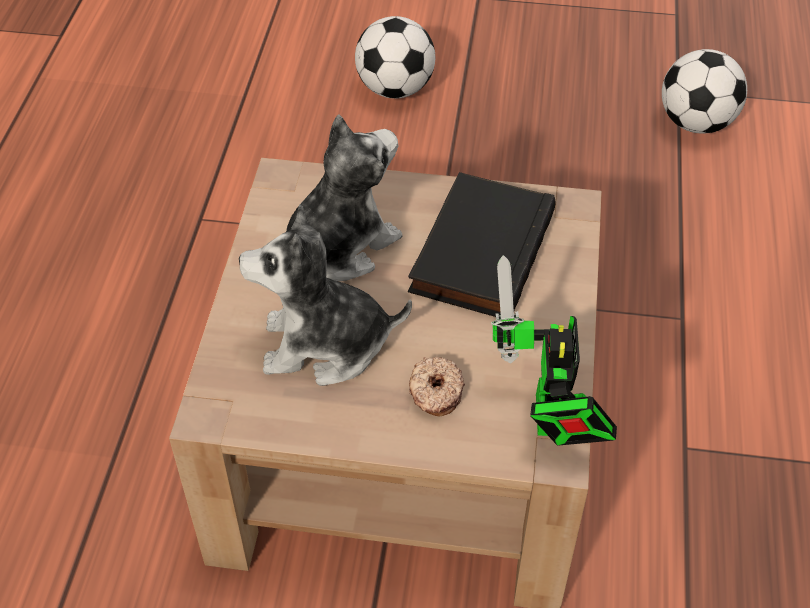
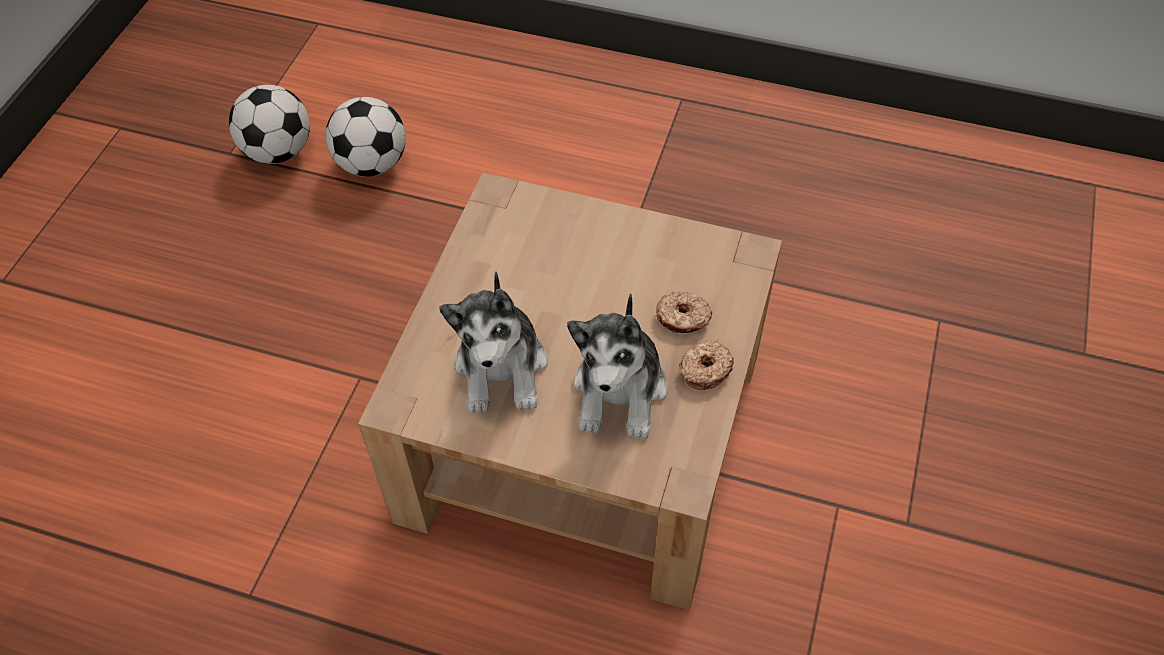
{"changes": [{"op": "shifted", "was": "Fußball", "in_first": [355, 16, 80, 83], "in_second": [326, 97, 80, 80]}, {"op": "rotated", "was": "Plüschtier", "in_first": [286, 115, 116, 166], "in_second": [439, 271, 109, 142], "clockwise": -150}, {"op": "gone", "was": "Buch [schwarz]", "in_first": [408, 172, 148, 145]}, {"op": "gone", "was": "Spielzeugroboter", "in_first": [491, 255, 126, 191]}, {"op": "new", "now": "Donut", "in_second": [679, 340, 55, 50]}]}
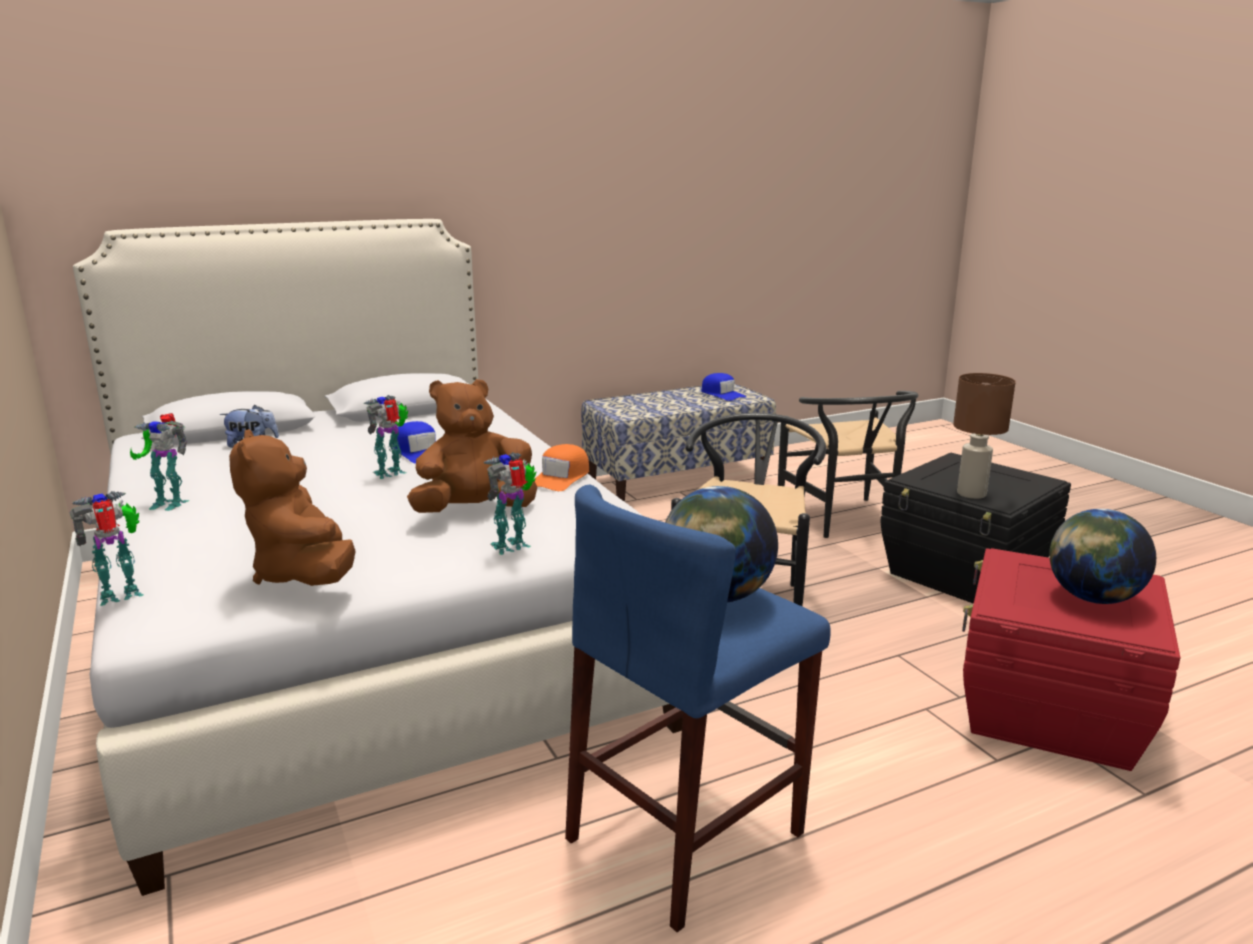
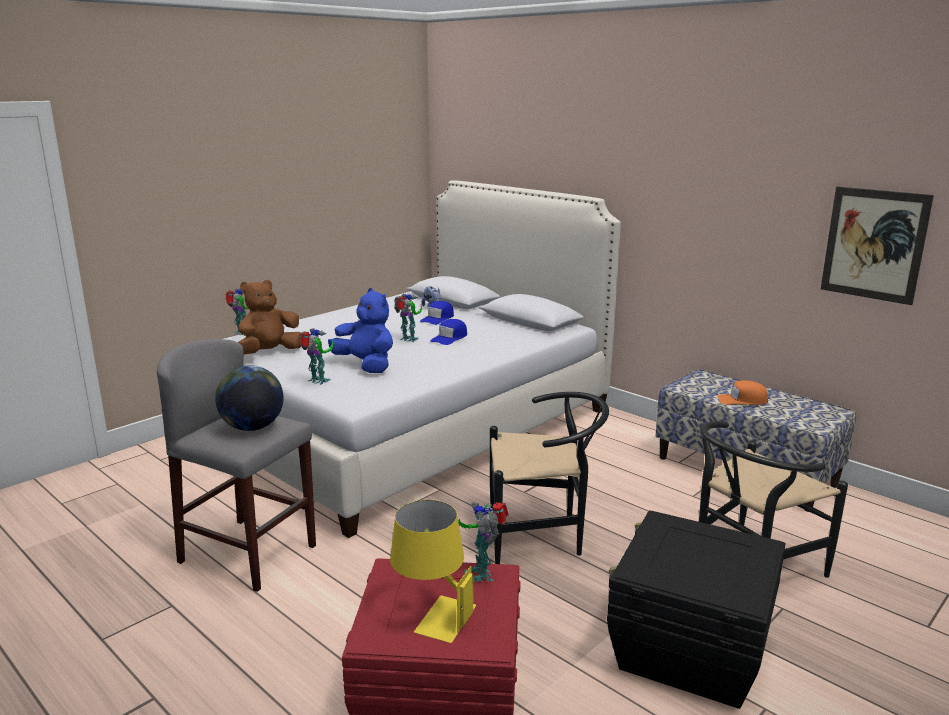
{"changes": [{"op": "shifted", "was": "Kappe [blau]", "in_first": [701, 373, 45, 28], "in_second": [420, 301, 34, 24]}, {"op": "gone", "was": "Tischlampe [braun]", "in_first": [953, 373, 63, 126]}, {"op": "repainted", "was": "Plüschtier [braun]", "now": "Plüschtier [blau]", "in_first": [407, 379, 130, 134], "in_second": [328, 288, 65, 85]}, {"op": "shifted", "was": "Spielzeugroboter", "in_first": [130, 413, 60, 98], "in_second": [458, 502, 51, 80]}, {"op": "shifted", "was": "Kappe [orange]", "in_first": [534, 444, 55, 47], "in_second": [717, 380, 51, 25]}, {"op": "repainted", "was": "Hocker [blau]", "now": "Hocker [grau]", "in_first": [565, 484, 266, 448], "in_second": [157, 339, 159, 253]}, {"op": "swapped", "was": "Globus", "now": "Tischlampe [gelb]", "in_first": [1049, 509, 107, 95], "in_second": [390, 500, 86, 143]}, {"op": "new", "now": "Bild", "in_second": [821, 186, 113, 119]}]}
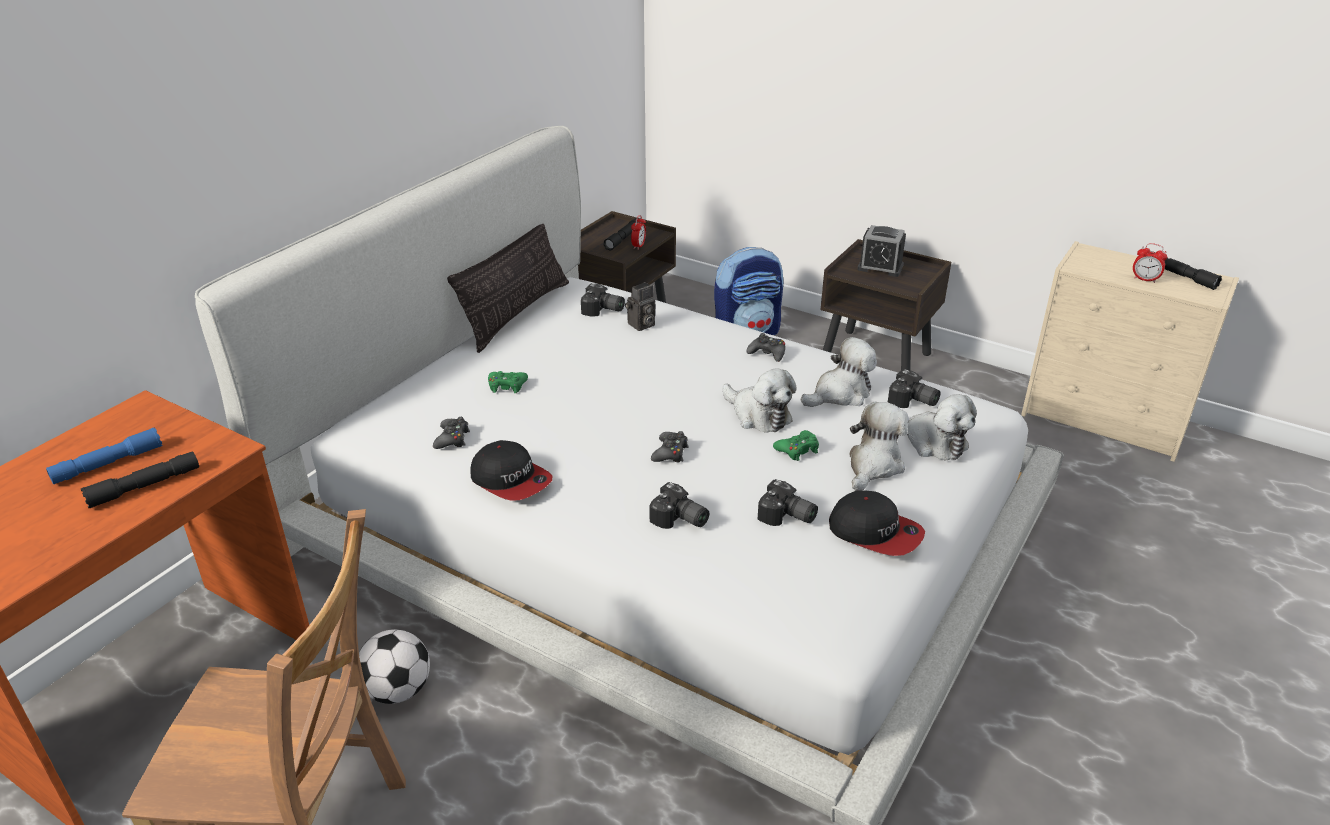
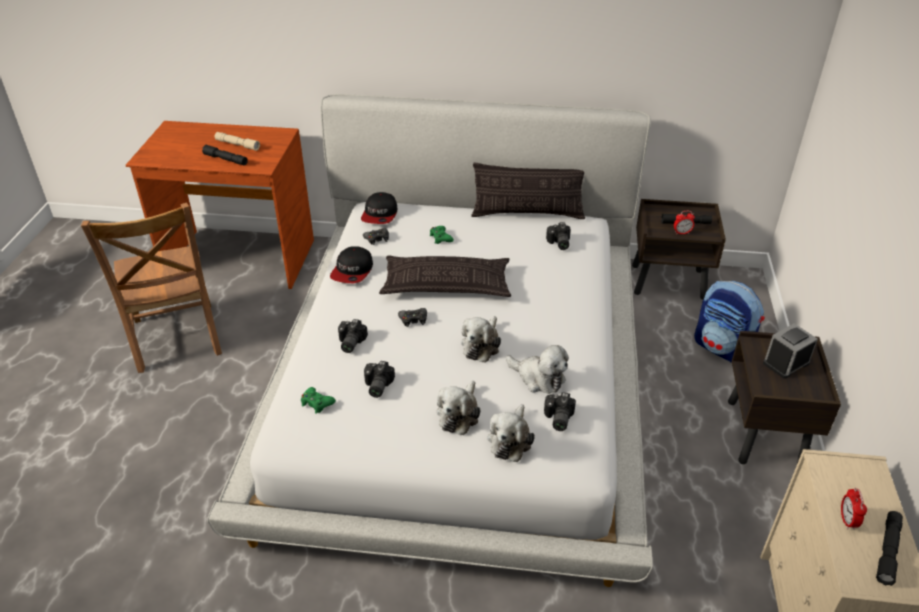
{"changes": [{"op": "rotated", "was": "Wecker", "in_first": [858, 225, 48, 52], "in_second": [763, 323, 55, 56], "clockwise": 60}, {"op": "gone", "was": "Kamera", "in_first": [625, 282, 30, 49]}, {"op": "gone", "was": "Gamepad [schwarz]", "in_first": [747, 333, 39, 29]}, {"op": "rotated", "was": "Plüschtier", "in_first": [849, 402, 60, 89], "in_second": [437, 381, 44, 54], "clockwise": 105}, {"op": "repainted", "was": "Taschenlampe [blau]", "now": "Taschenlampe [beige]", "in_first": [46, 428, 117, 56], "in_second": [215, 132, 45, 19]}, {"op": "shifted", "was": "Gamepad [grün]", "in_first": [773, 430, 46, 31], "in_second": [301, 387, 35, 27]}, {"op": "shifted", "was": "Kappe", "in_first": [829, 490, 96, 66], "in_second": [361, 192, 36, 32]}, {"op": "gone", "was": "Fußball", "in_first": [359, 629, 71, 75]}, {"op": "new", "now": "Kissen", "in_second": [379, 255, 133, 42]}]}
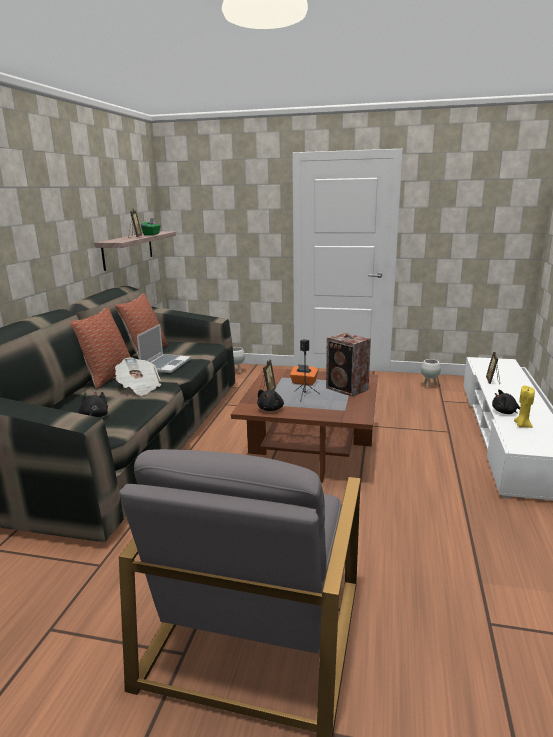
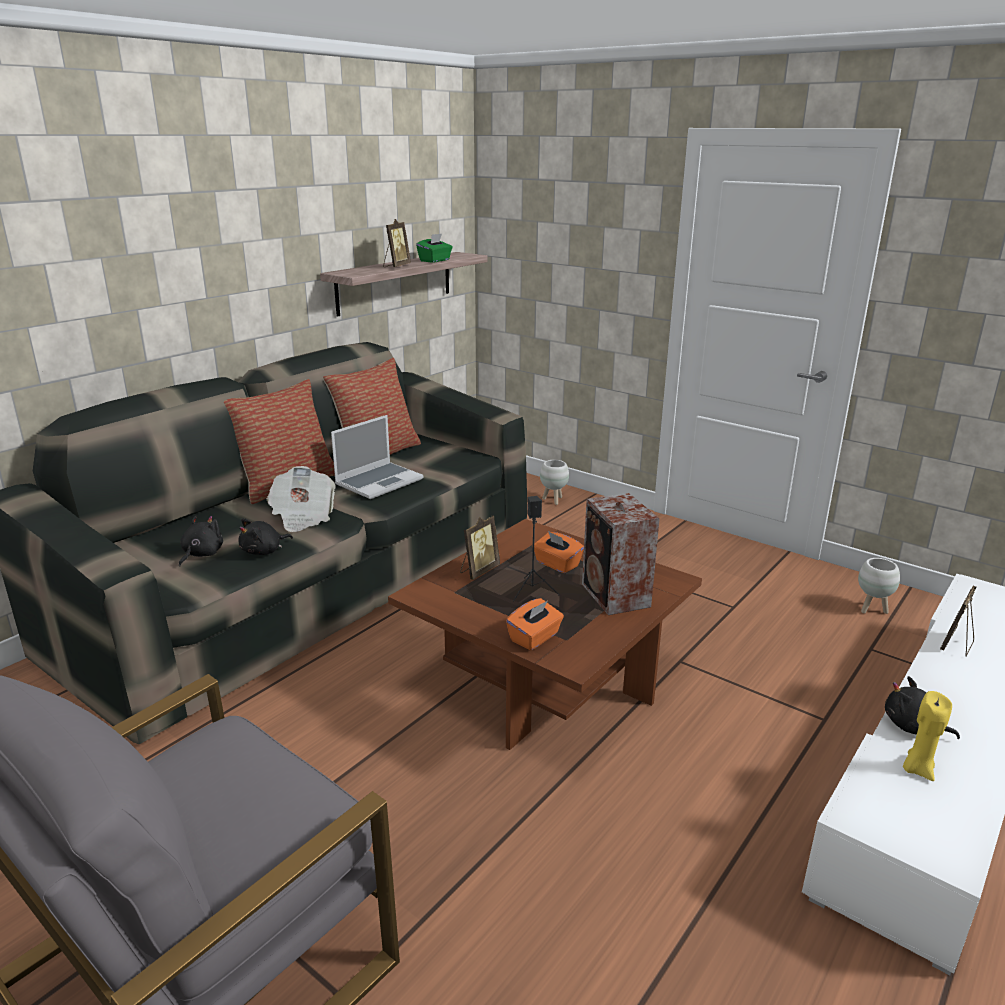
{"changes": [{"op": "shifted", "was": "Plüschtier [schwarz]", "in_first": [257, 389, 27, 22], "in_second": [238, 518, 55, 37]}, {"op": "new", "now": "Taschentuchbox [orange]", "in_second": [506, 598, 58, 52]}]}
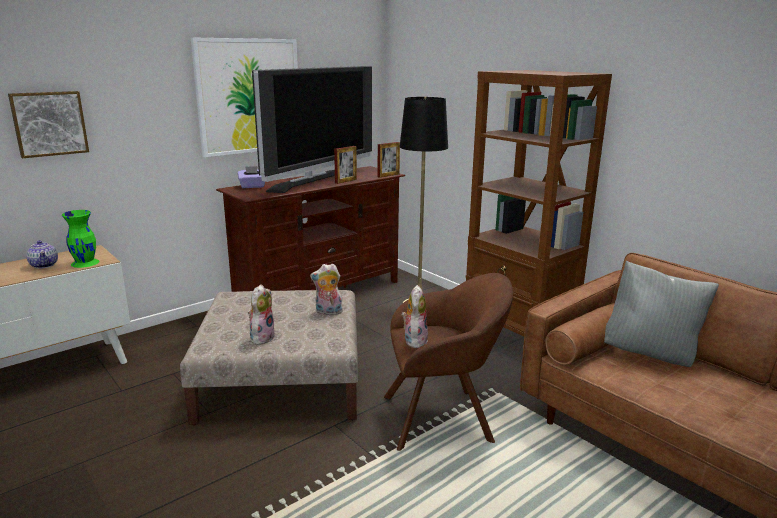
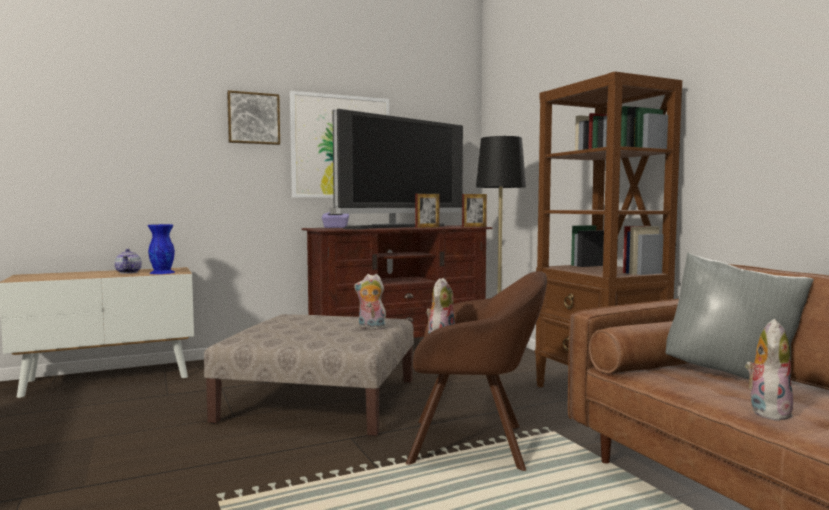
{"changes": [{"op": "shifted", "was": "Bild", "in_first": [8, 91, 81, 67], "in_second": [227, 90, 53, 55]}, {"op": "repainted", "was": "Vase [grün]", "now": "Vase [blau]", "in_first": [62, 210, 37, 58], "in_second": [148, 224, 27, 50]}, {"op": "shifted", "was": "Plüschtier", "in_first": [248, 284, 28, 61], "in_second": [745, 319, 48, 102]}]}
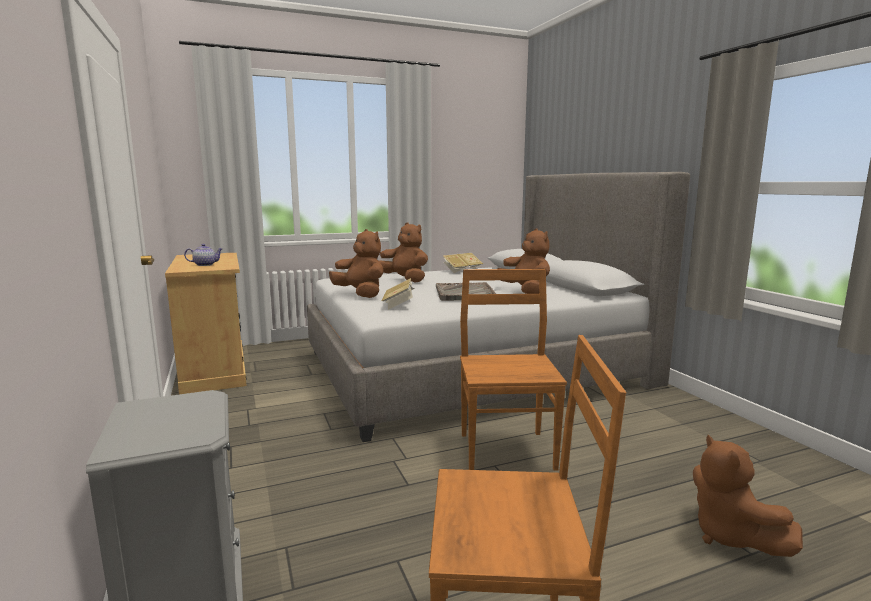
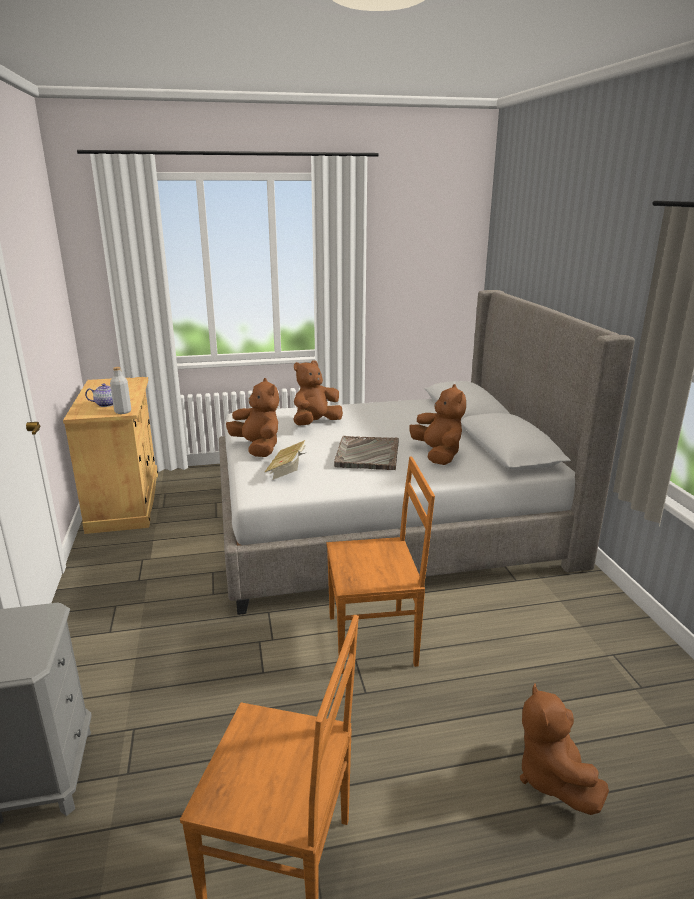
{"changes": [{"op": "rotated", "was": "Plüschtier [braun]", "in_first": [378, 222, 50, 60], "in_second": [293, 360, 50, 66], "clockwise": -90}, {"op": "gone", "was": "Buch", "in_first": [443, 253, 40, 20]}, {"op": "rotated", "was": "Stuhl [braun]", "in_first": [460, 269, 107, 202], "in_second": [326, 457, 109, 217], "clockwise": 75}, {"op": "new", "now": "Flasche [grau]", "in_second": [110, 367, 21, 47]}]}
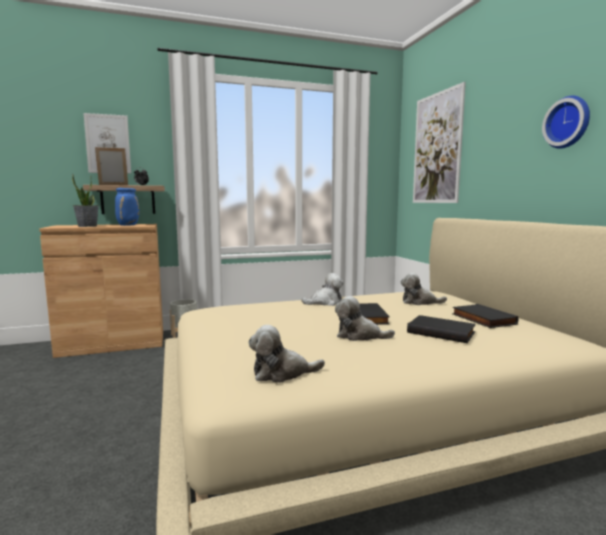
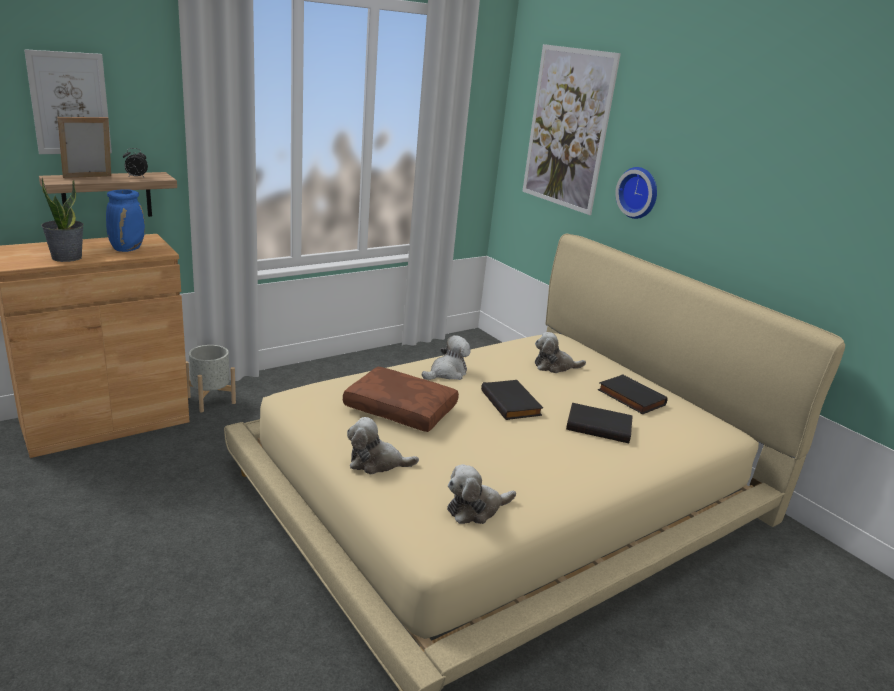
{"changes": [{"op": "shifted", "was": "Wanduhr", "in_first": [542, 96, 48, 53], "in_second": [615, 167, 42, 52]}, {"op": "shifted", "was": "Plüschtier", "in_first": [335, 296, 60, 45], "in_second": [347, 417, 72, 57]}, {"op": "new", "now": "Kissen [braun]", "in_second": [343, 367, 116, 65]}]}
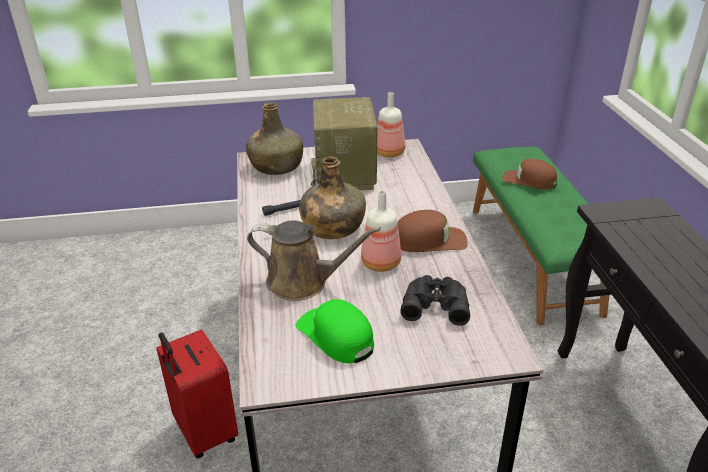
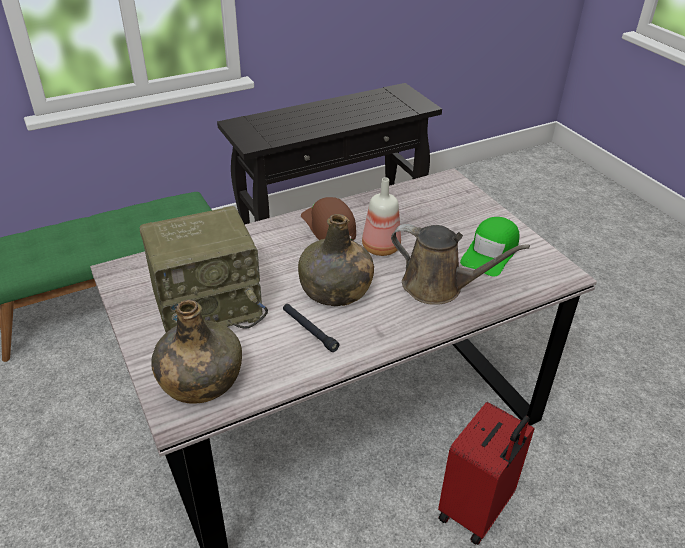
{"changes": [{"op": "gone", "was": "Flasche", "in_first": [377, 92, 28, 65]}, {"op": "gone", "was": "Kappe [braun]", "in_first": [502, 159, 55, 30]}, {"op": "rotated", "was": "Gießkanne [braun]", "in_first": [247, 220, 134, 81], "in_second": [391, 224, 139, 81], "clockwise": 120}, {"op": "gone", "was": "Fernglas [schwarz]", "in_first": [400, 275, 70, 51]}]}
